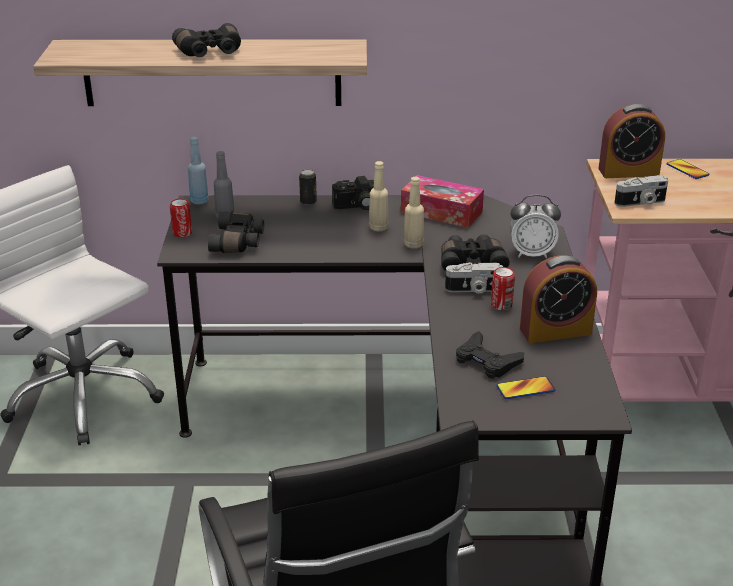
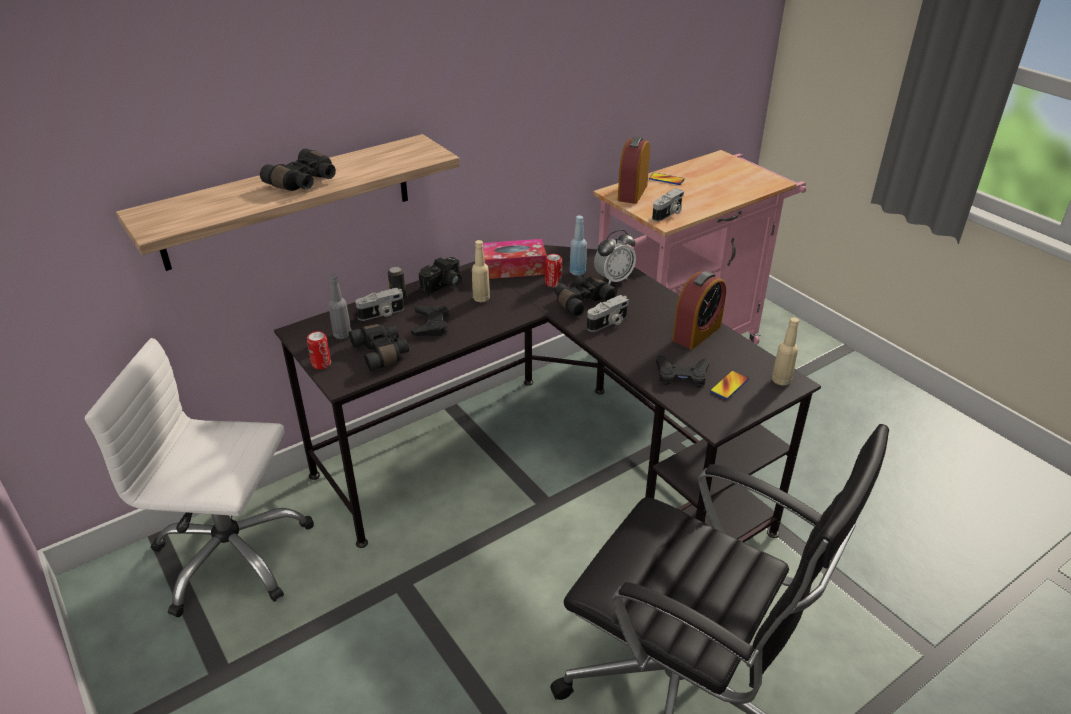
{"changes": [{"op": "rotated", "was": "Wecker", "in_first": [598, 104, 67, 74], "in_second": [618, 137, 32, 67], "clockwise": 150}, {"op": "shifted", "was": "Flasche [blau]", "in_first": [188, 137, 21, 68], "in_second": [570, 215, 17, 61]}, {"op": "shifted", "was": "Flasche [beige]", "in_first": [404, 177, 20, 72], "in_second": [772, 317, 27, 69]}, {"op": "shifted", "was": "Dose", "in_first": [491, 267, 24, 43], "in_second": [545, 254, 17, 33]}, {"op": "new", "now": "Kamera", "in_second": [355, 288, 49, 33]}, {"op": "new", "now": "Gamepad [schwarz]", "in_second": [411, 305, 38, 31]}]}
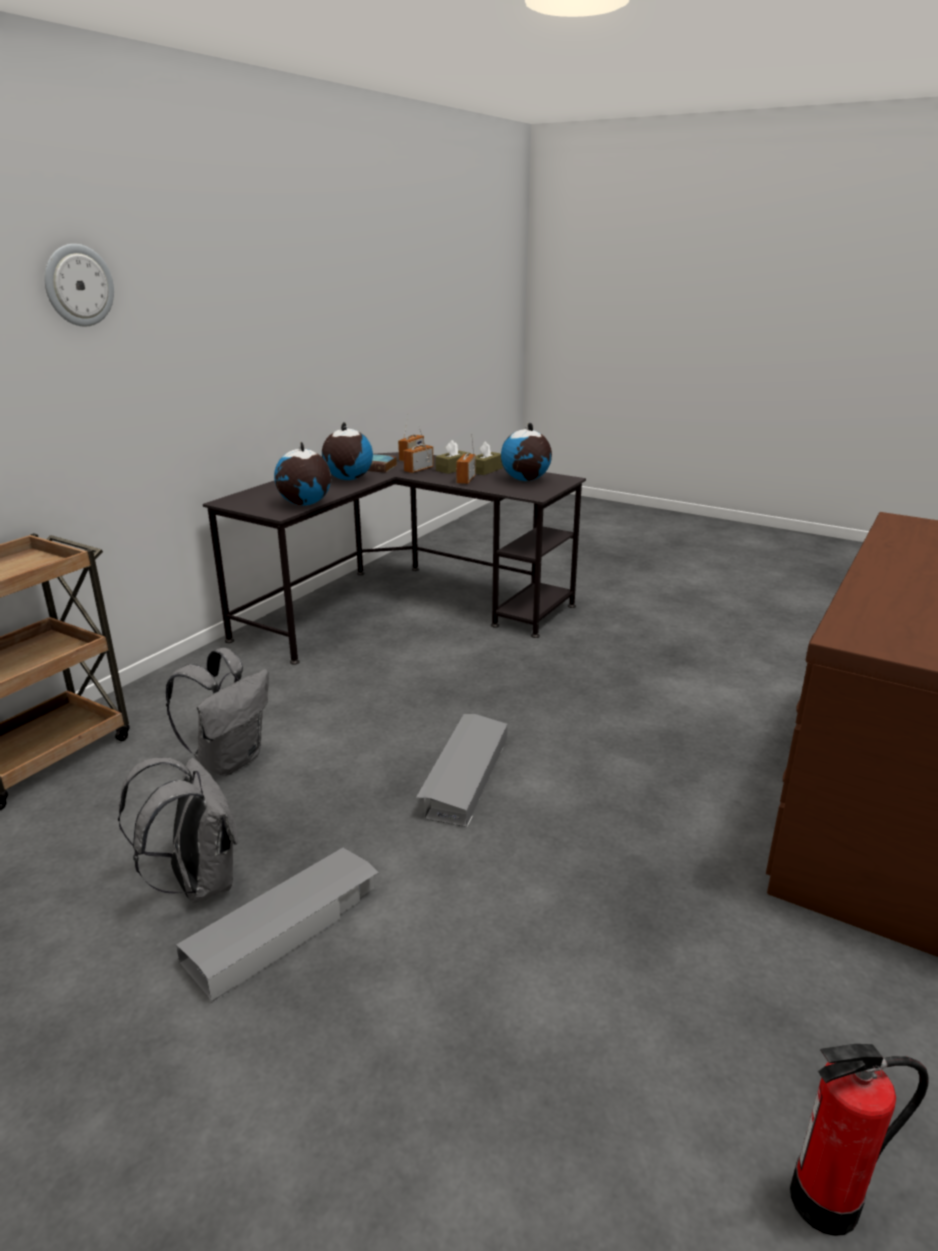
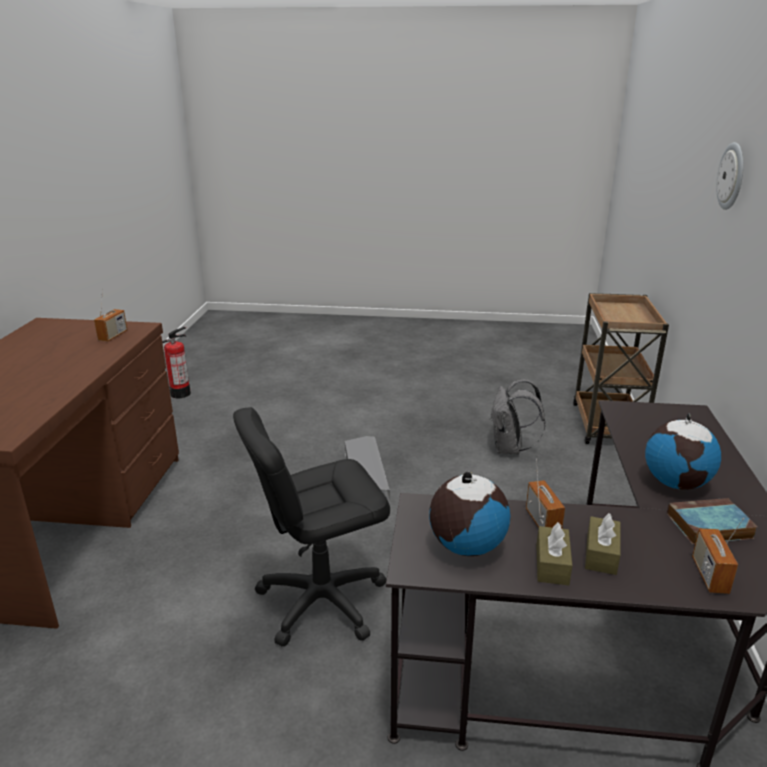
{"changes": [{"op": "shifted", "was": "Radio", "in_first": [403, 431, 31, 42], "in_second": [94, 288, 33, 53]}, {"op": "gone", "was": "Globus", "in_first": [274, 442, 57, 63]}, {"op": "gone", "was": "Rucksack [grau]", "in_first": [118, 758, 120, 145]}, {"op": "gone", "was": "Aufbewahrungsbox [grau]", "in_first": [176, 848, 203, 155]}, {"op": "new", "now": "Bürostuhl [schwarz]", "in_second": [233, 407, 157, 240]}]}
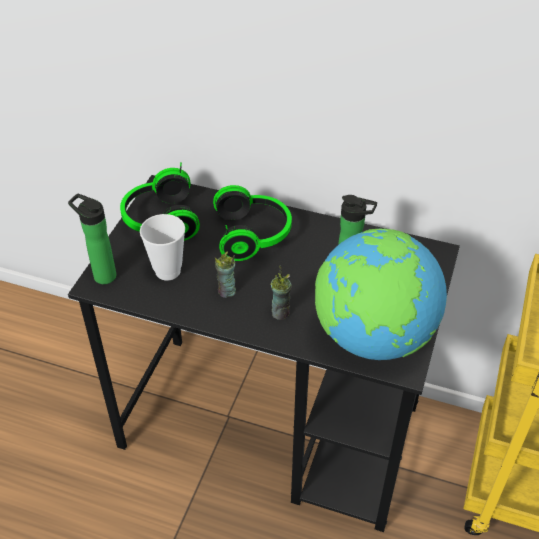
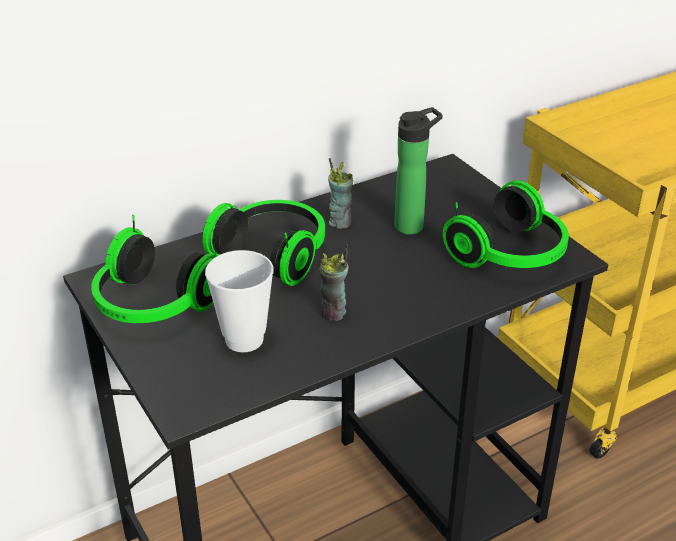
{"changes": [{"op": "gone", "was": "Flasche", "in_first": [68, 194, 49, 90]}, {"op": "swapped", "was": "Globus", "now": "Kopfhörer", "in_first": [315, 229, 132, 131], "in_second": [443, 180, 126, 88]}, {"op": "shifted", "was": "Tasse", "in_first": [270, 266, 22, 54], "in_second": [328, 158, 25, 71]}]}
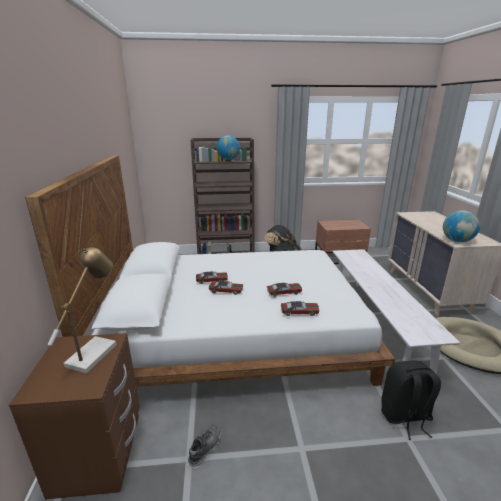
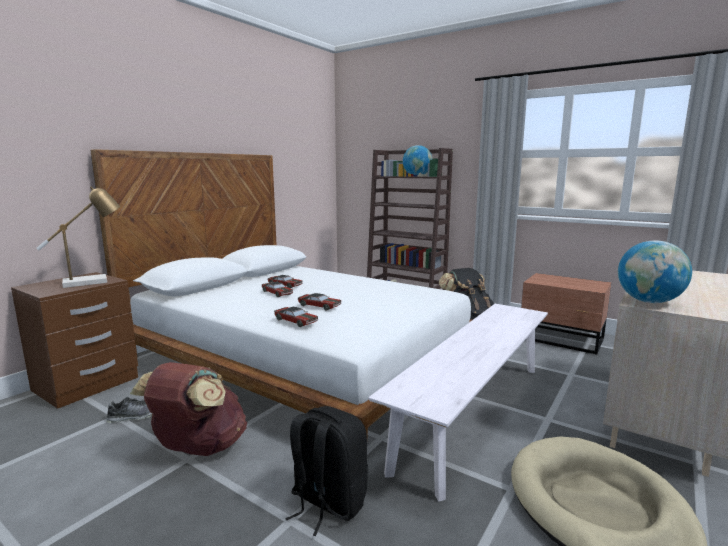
{"changes": [{"op": "new", "now": "Rucksack [braun]", "in_second": [130, 362, 117, 94]}]}
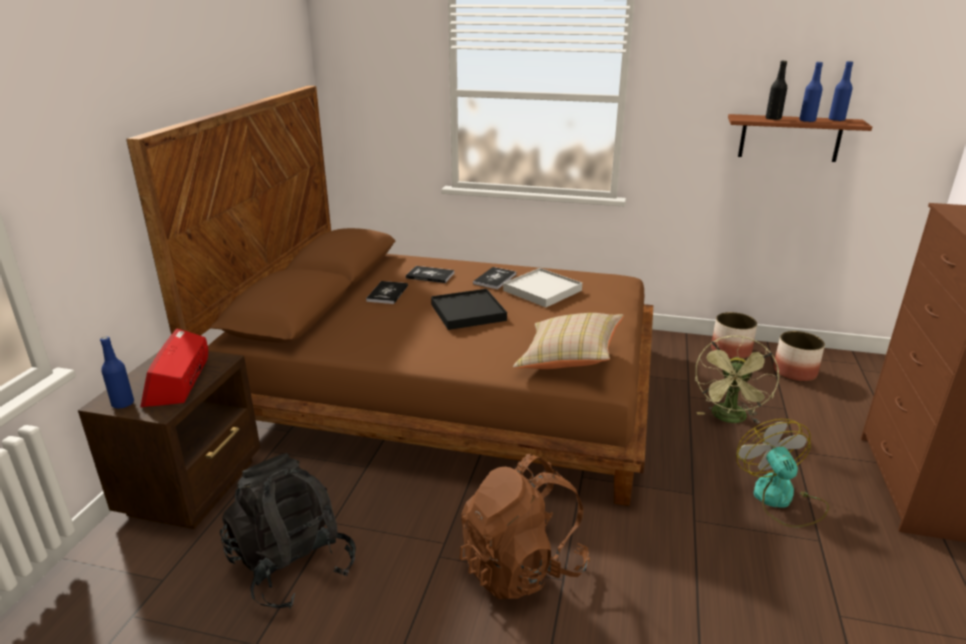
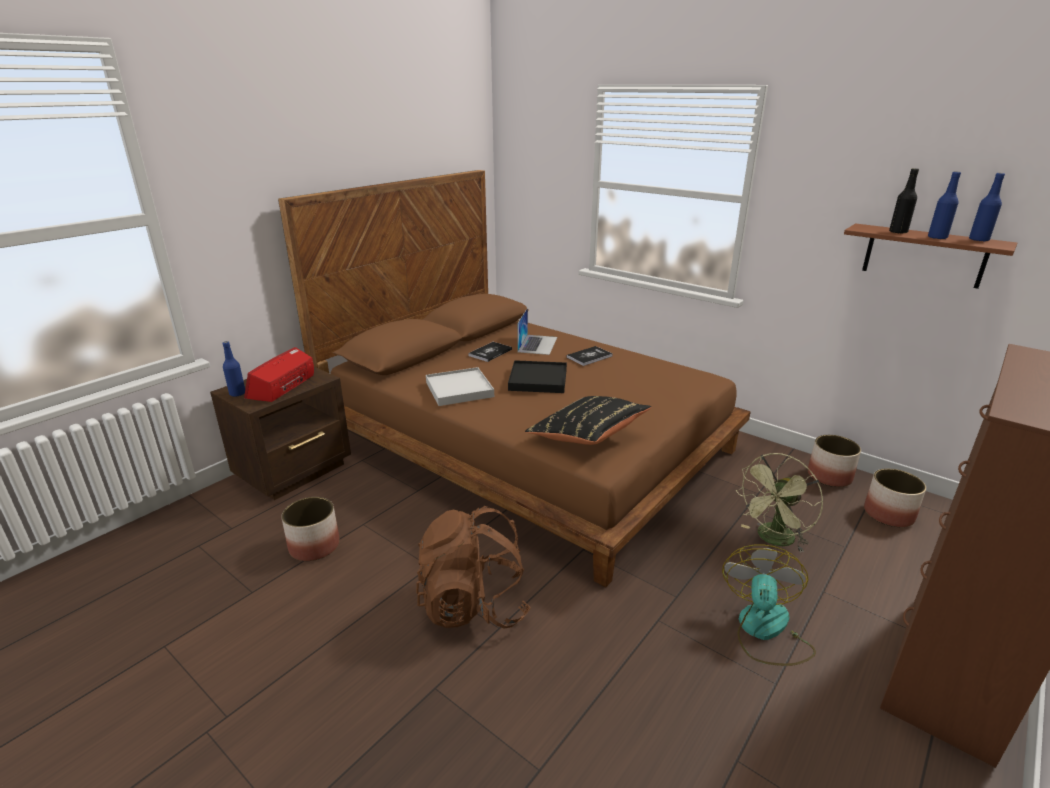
{"changes": [{"op": "swapped", "was": "Buch", "now": "Laptop", "in_first": [406, 266, 48, 17], "in_second": [517, 308, 40, 47]}, {"op": "shifted", "was": "Tablett [weiß]", "in_first": [503, 268, 79, 39], "in_second": [426, 367, 68, 39]}, {"op": "repainted", "was": "Kissen [beige]", "now": "Kissen [schwarz]", "in_first": [513, 313, 111, 56], "in_second": [525, 396, 126, 49]}, {"op": "swapped", "was": "Rucksack [schwarz]", "now": "Pflanzkübel", "in_first": [220, 453, 136, 156], "in_second": [282, 497, 58, 64]}]}
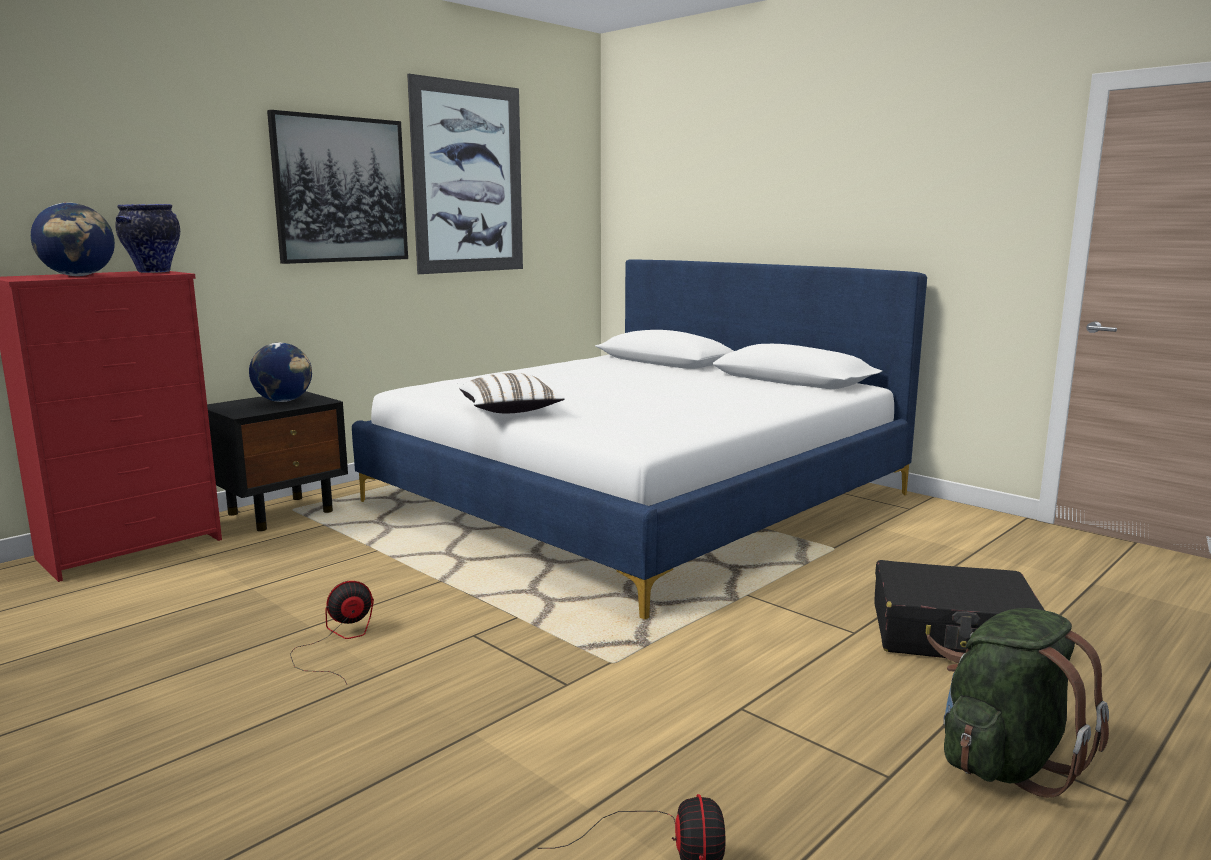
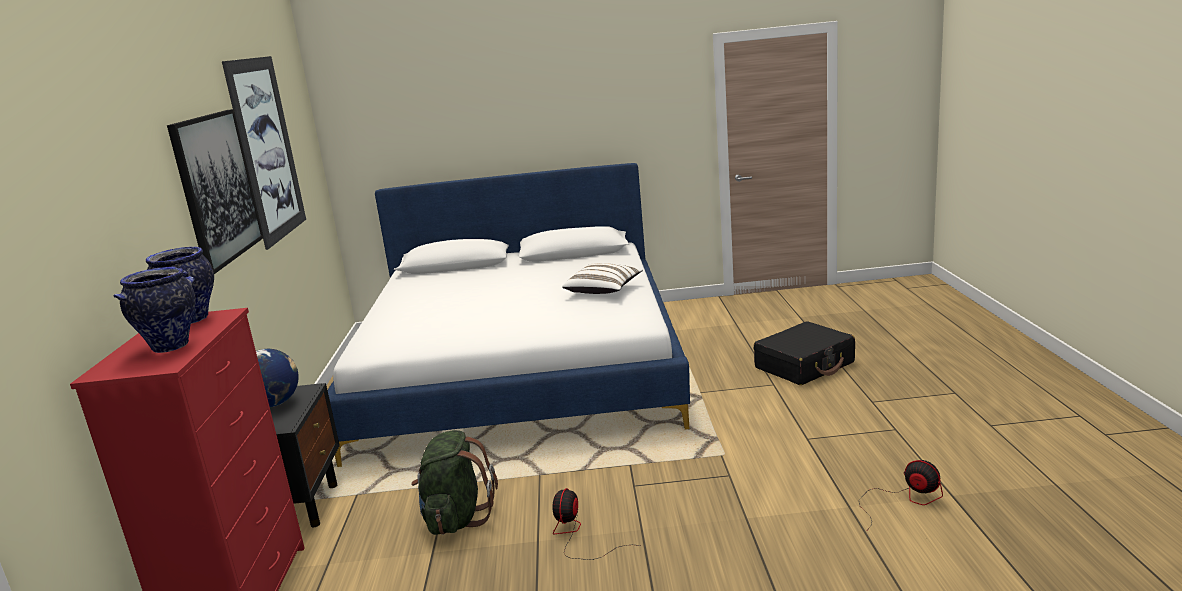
{"changes": [{"op": "swapped", "was": "Globus", "now": "Vase", "in_first": [31, 203, 84, 73], "in_second": [113, 267, 83, 86]}, {"op": "shifted", "was": "Kissen [weiß]", "in_first": [459, 373, 106, 40], "in_second": [562, 263, 81, 31]}, {"op": "shifted", "was": "Rucksack [grün]", "in_first": [943, 608, 166, 190], "in_second": [411, 430, 87, 105]}]}
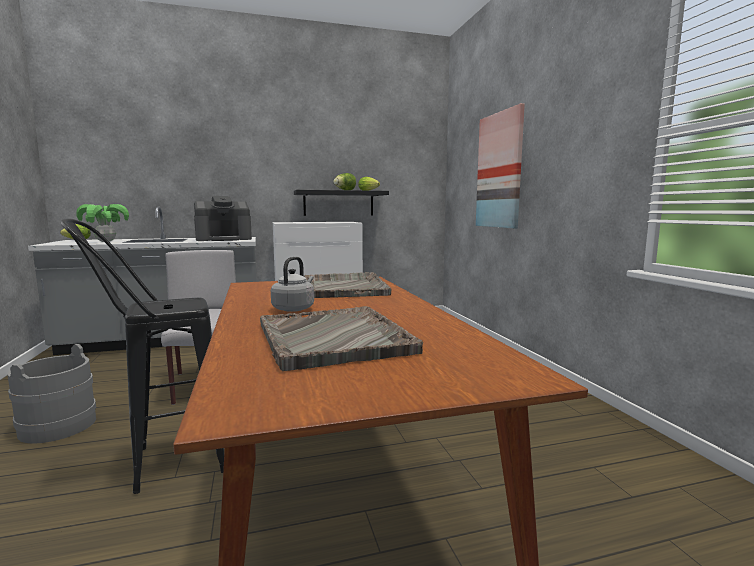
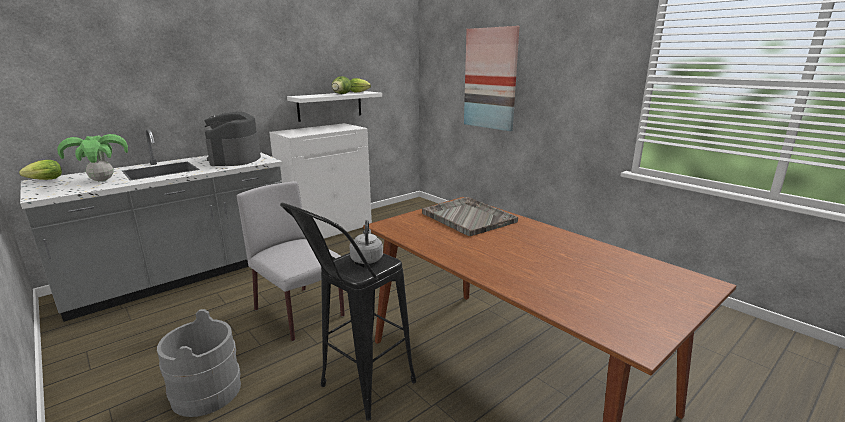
{"changes": [{"op": "repainted", "was": "Wandregal [schwarz]", "now": "Wandregal [weiß]", "in_first": [294, 190, 95, 26], "in_second": [287, 91, 95, 31]}, {"op": "rotated", "was": "Kaffeemaschine", "in_first": [194, 196, 58, 45], "in_second": [205, 112, 56, 54], "clockwise": 135}, {"op": "shifted", "was": "Wasserkessel [grau]", "in_first": [271, 257, 43, 55], "in_second": [349, 220, 34, 44]}, {"op": "gone", "was": "Tablett [grau]", "in_first": [260, 306, 163, 65]}]}
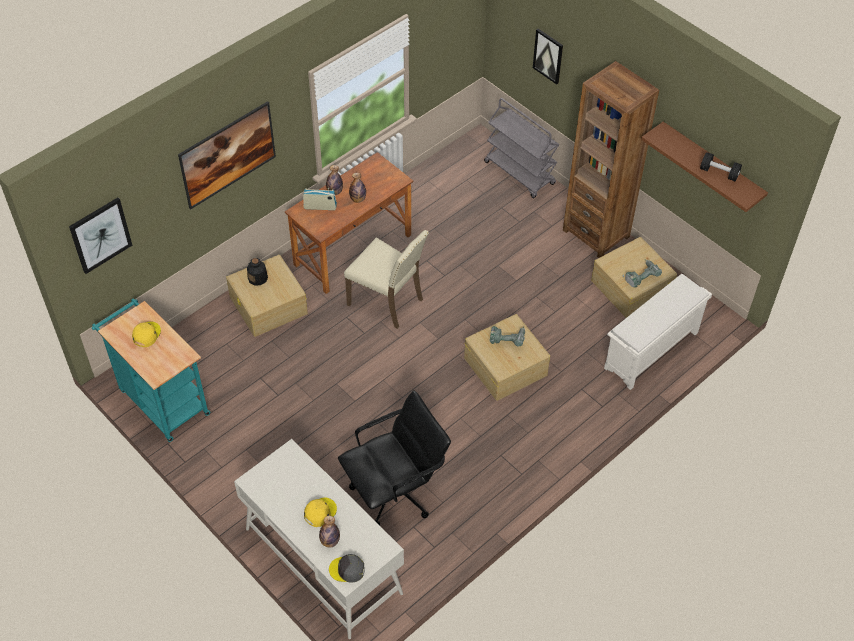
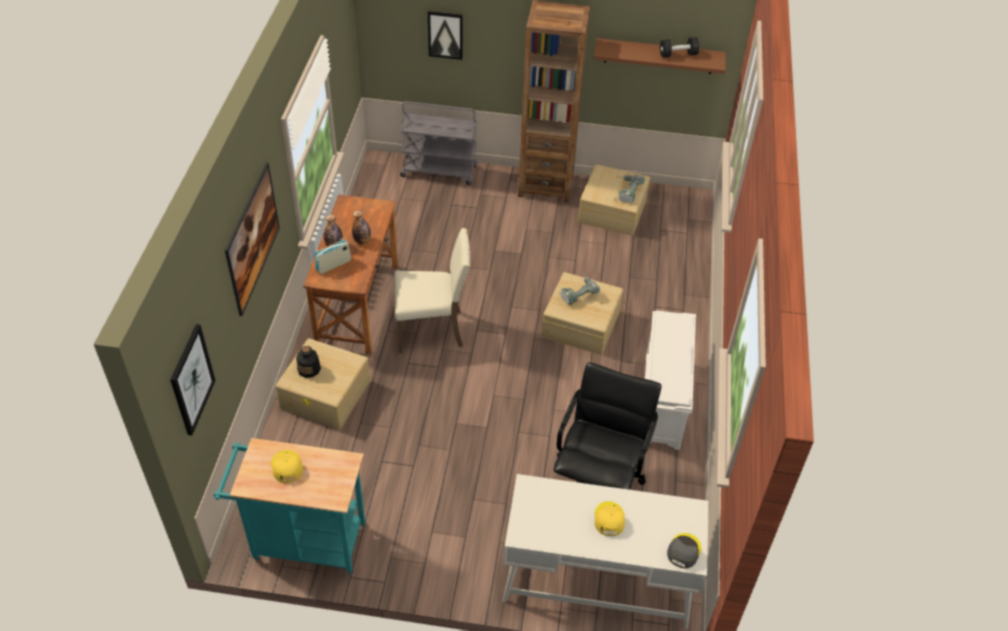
{"changes": [{"op": "shifted", "was": "Schuhregal [weiß]", "in_first": [604, 274, 108, 116], "in_second": [645, 310, 51, 140]}, {"op": "gone", "was": "Flasche", "in_first": [319, 516, 21, 32]}, {"op": "rotated", "was": "Kappe [grau]", "in_first": [329, 554, 36, 29], "in_second": [667, 533, 34, 36], "clockwise": 150}]}
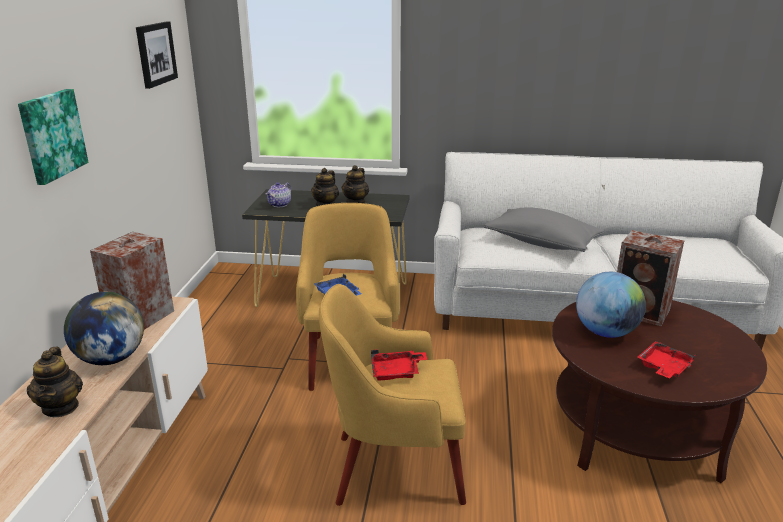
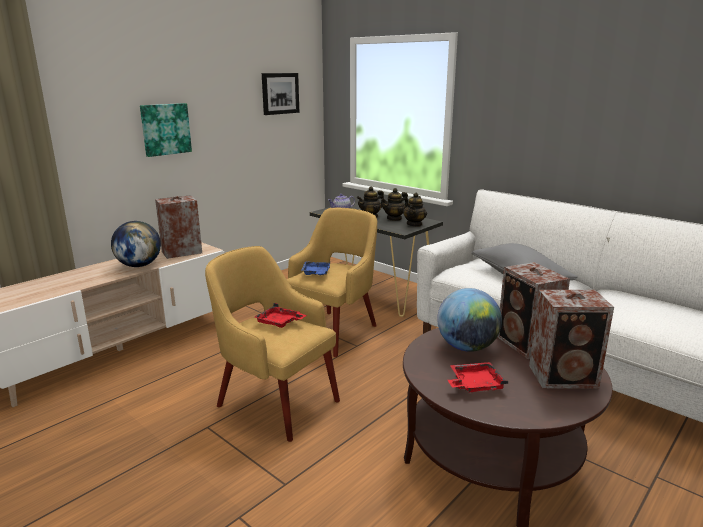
{"changes": [{"op": "shifted", "was": "Teekanne", "in_first": [27, 347, 56, 70], "in_second": [403, 193, 24, 34]}, {"op": "new", "now": "Lautsprecher", "in_second": [529, 290, 85, 98]}]}
